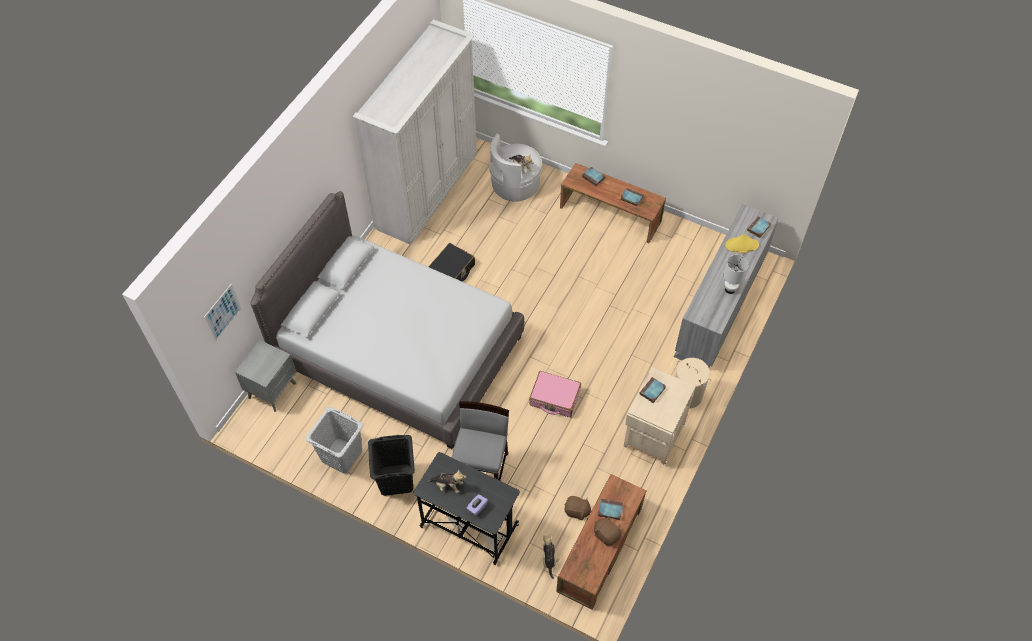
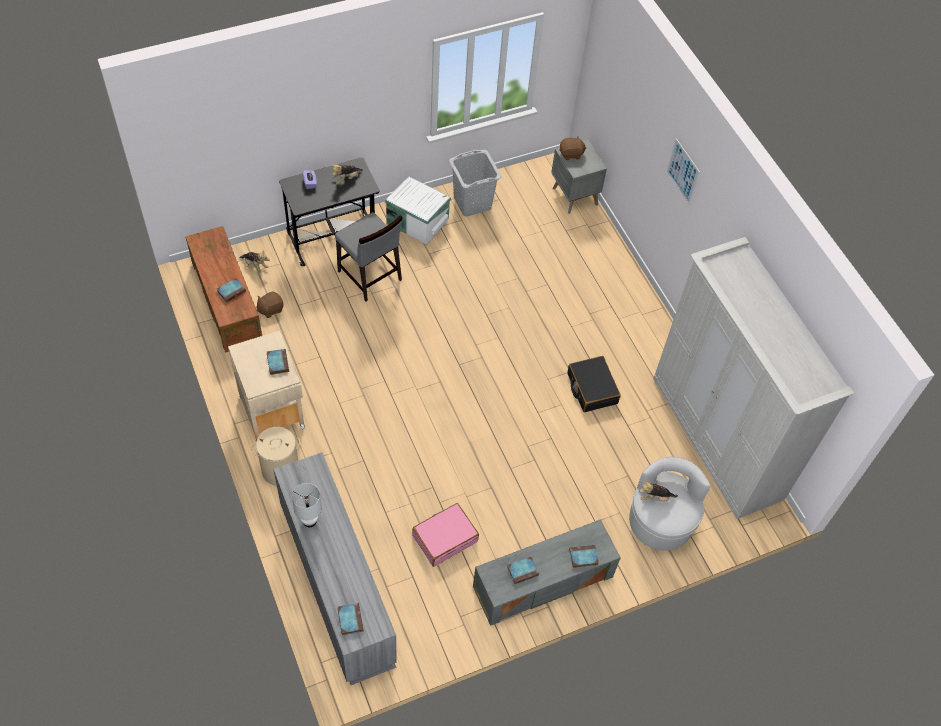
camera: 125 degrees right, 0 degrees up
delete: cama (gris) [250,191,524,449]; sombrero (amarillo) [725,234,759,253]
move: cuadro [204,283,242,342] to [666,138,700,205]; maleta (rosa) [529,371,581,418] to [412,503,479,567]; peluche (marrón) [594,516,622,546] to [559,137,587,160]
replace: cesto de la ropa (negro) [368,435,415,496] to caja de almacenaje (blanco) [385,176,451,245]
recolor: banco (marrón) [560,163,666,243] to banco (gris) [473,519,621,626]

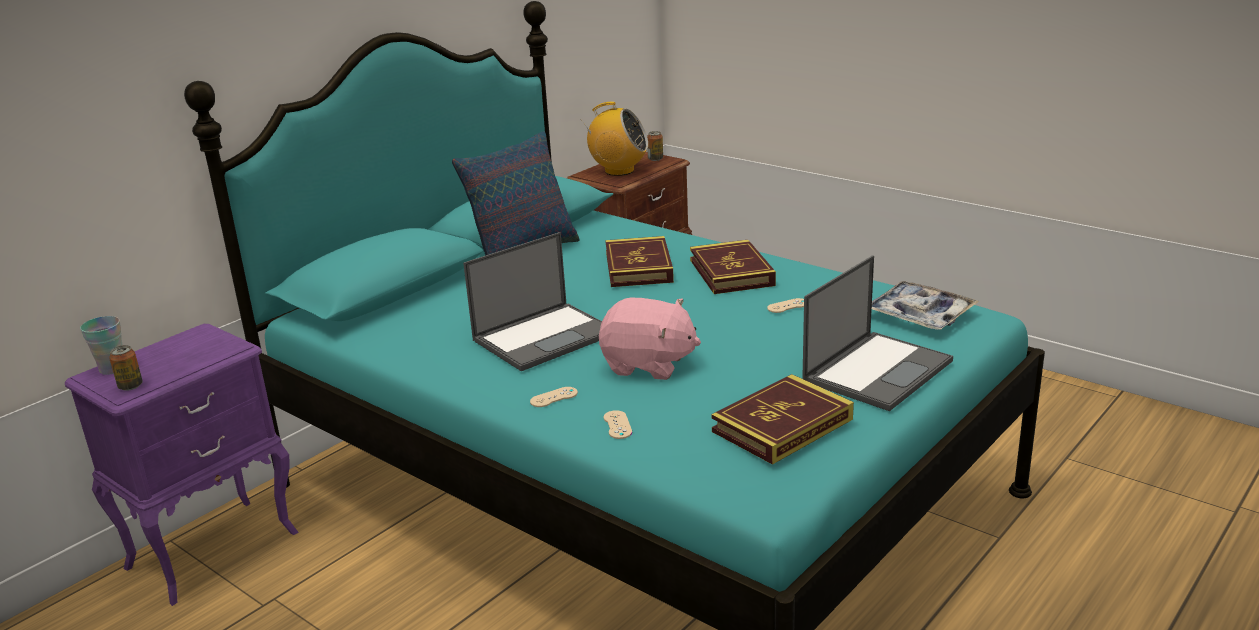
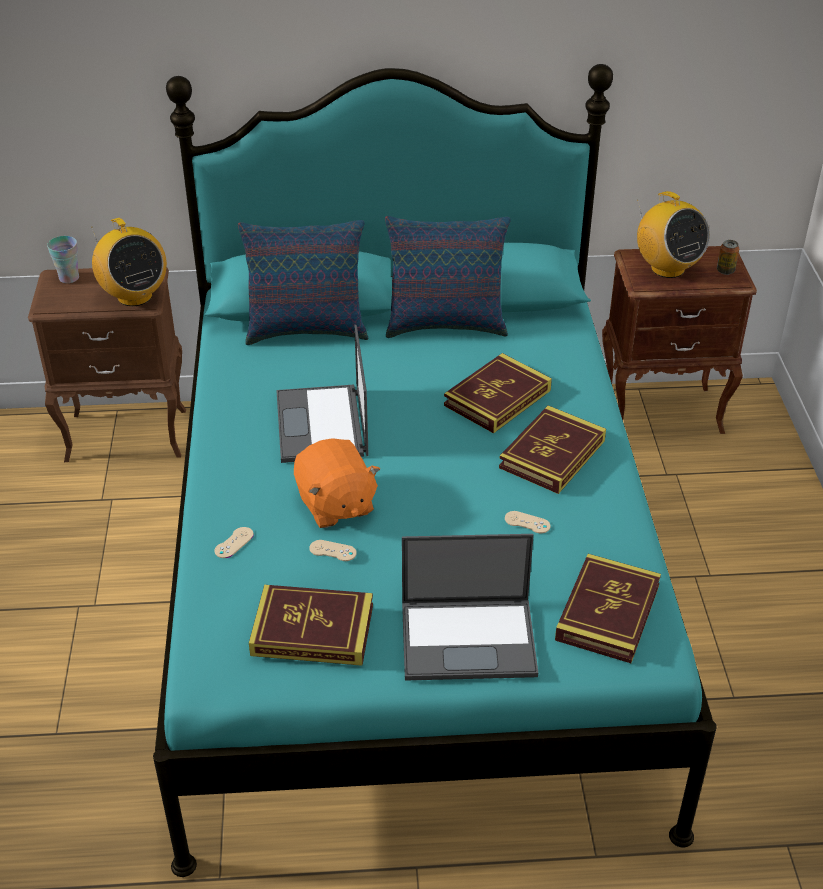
camera: 45 degrees right, 15 degrees up
delete: lata [109,345,143,391]
insert: radio [92,218,167,306]; cojín (azul) [238,220,368,345]
move: mando de consola (beis) [530,387,578,407] to [309,540,357,561]
replace: bandeja [872,281,979,330] to libro [555,554,661,663]
recolor: mesita de noche (morado) [65,324,299,606] to mesita de noche (marrón) [28,268,186,462]; peluche (rosa) [599,298,701,380] to peluche (naranja) [294,438,380,528]
rotate: portátil [463,232,602,371] = [276,325,369,463] 75 degrees clockwise

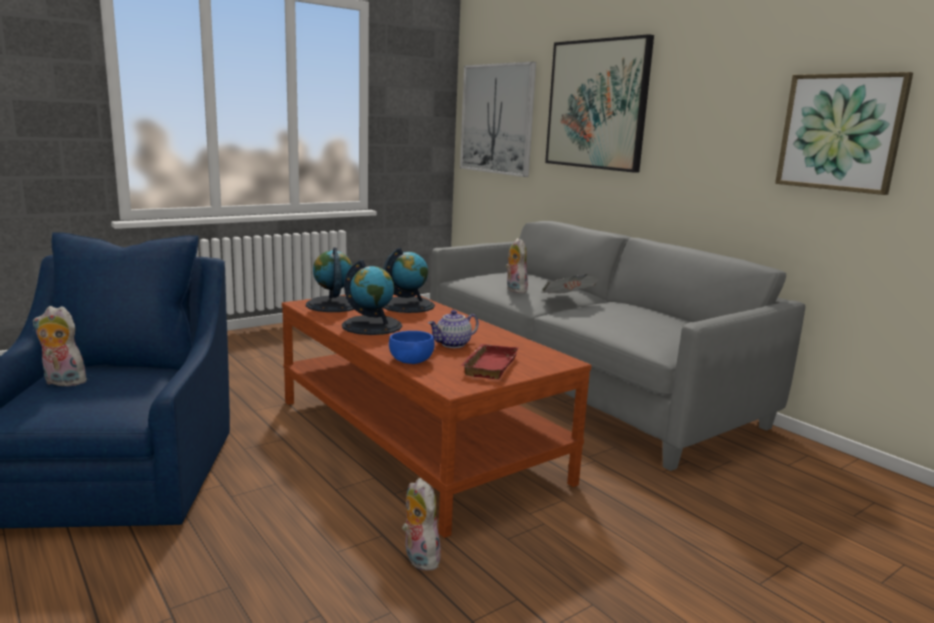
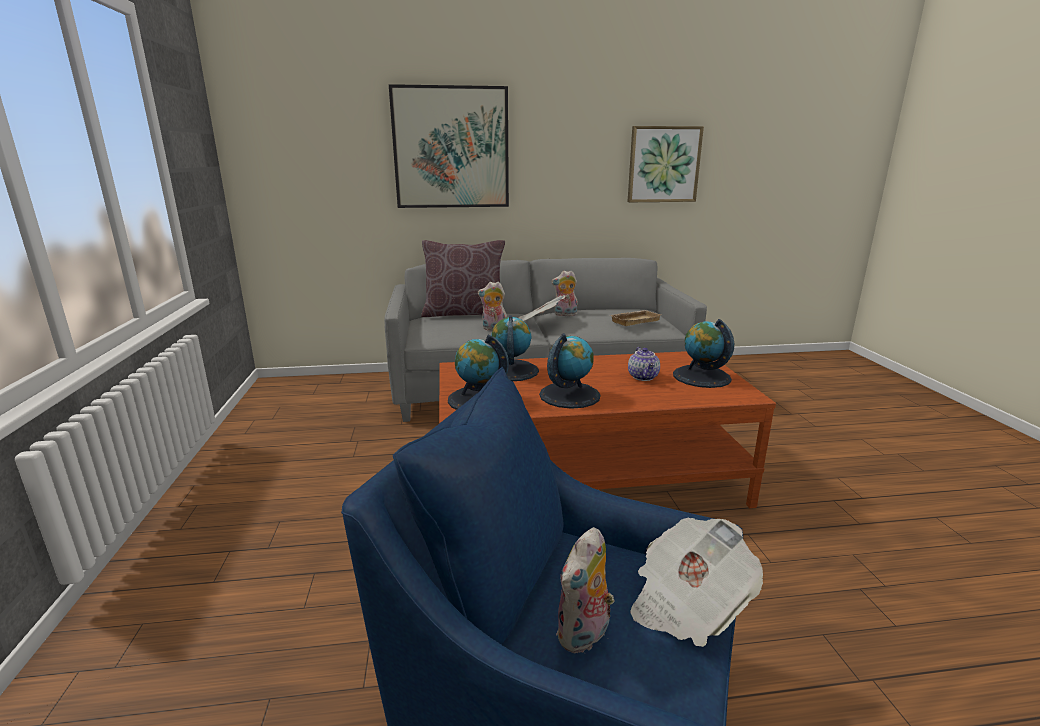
camera: 60 degrees left, 5 degrees up
delete: cuenco (azul) [389,331,435,364]; cuadro [460,62,536,177]
insert: cojín (marrón) [421,240,505,317]; bandeja (beis) [610,310,661,326]; periódico [630,517,763,647]
move: peluche [402,478,441,571] to [551,271,578,316]
replace: bandeja (rojo) [460,344,519,379] to globo terráqueo [673,319,734,388]

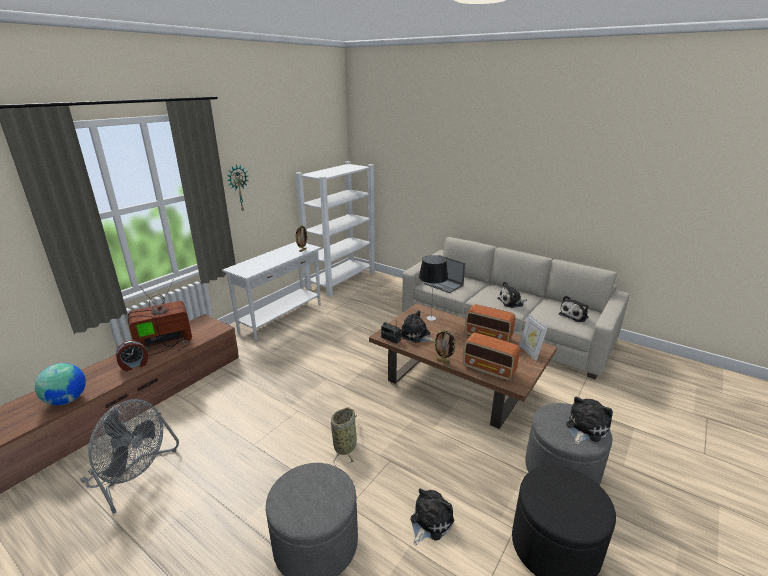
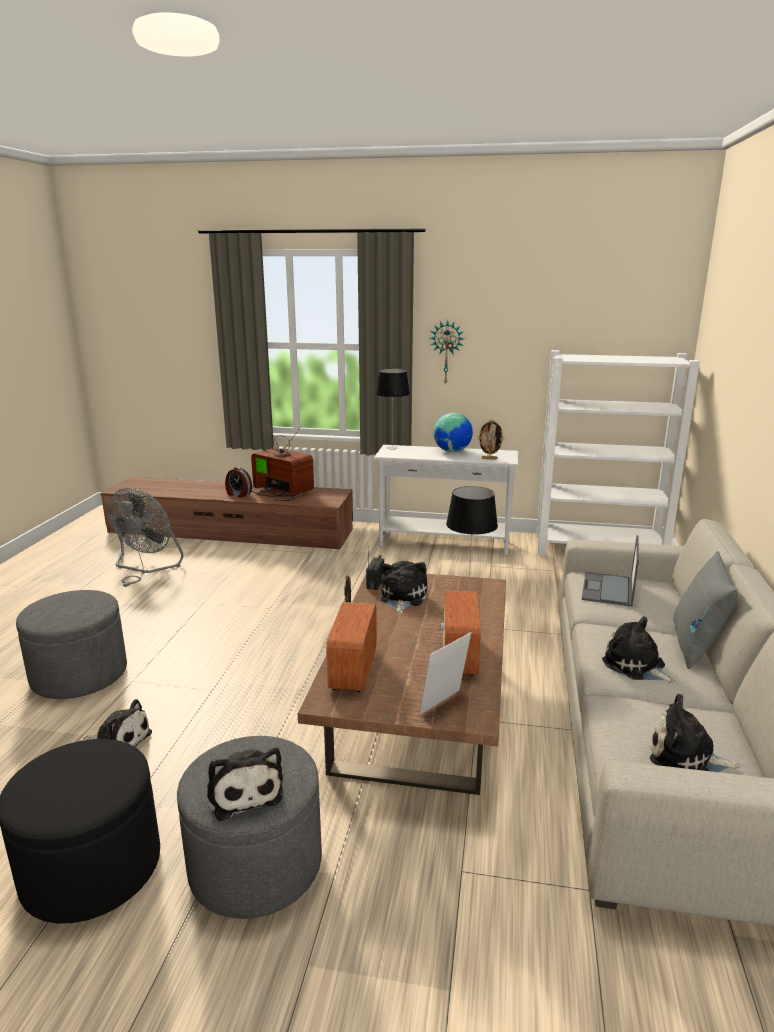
camera: 65 degrees right, 5 degrees down
delete: cesta [331,407,357,466]
insert: lámpara de mesa [375,369,410,450]; cojín (gris) [674,551,738,669]
move: globo terráqueo [35,363,86,405] to [433,413,473,452]
rotate: ventilador (gris) [80,399,179,514] = [108,488,183,587] 150 degrees counterclockwise; peluche [566,397,613,445] = [207,747,284,821] 45 degrees clockwise

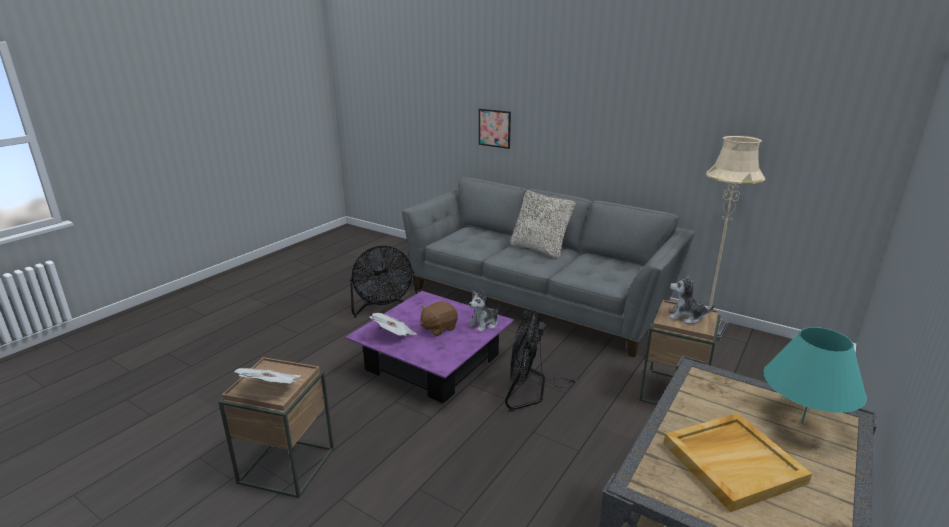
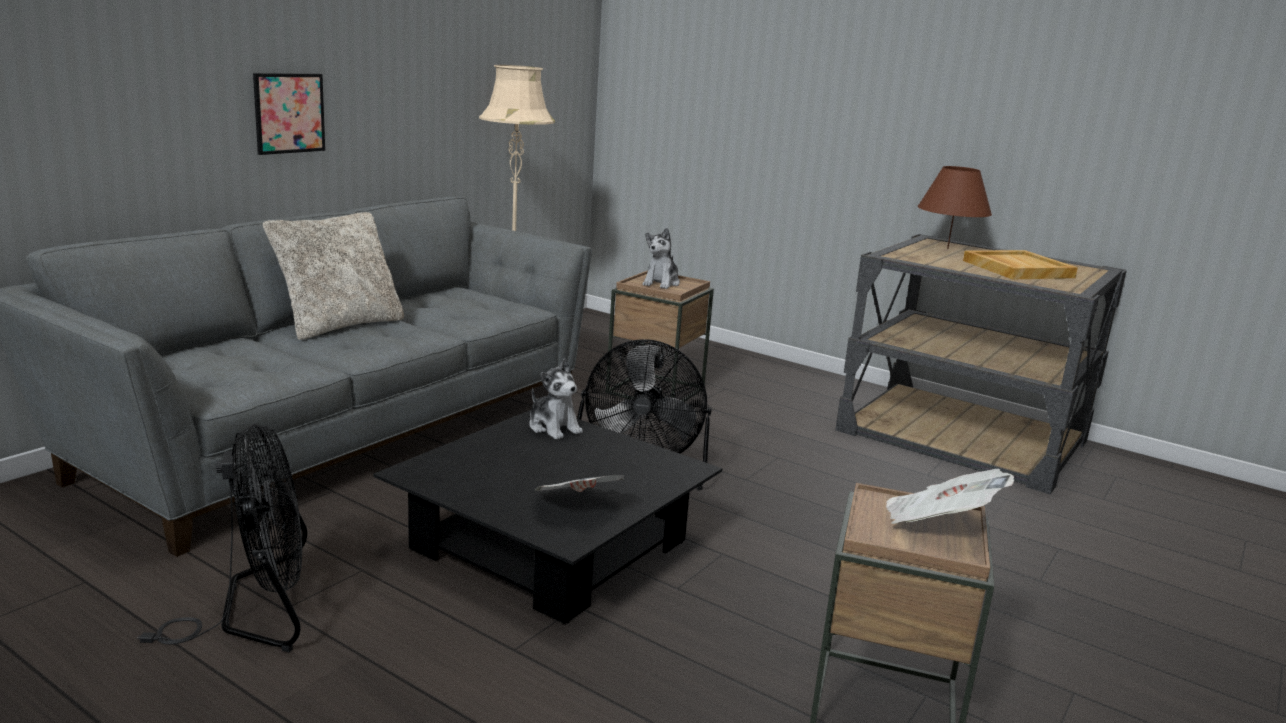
camera: 90 degrees left, 5 degrees down
delete: peluche (marrón) [420,301,458,336]
move: cuadro [479,109,511,149] to [253,73,325,155]
recolor: mesa de centro (morado) [345,291,514,404] to mesa de centro (negro) [373,410,722,624]; lámpara de mesa (turquesa) [763,327,867,424] to lámpara de mesa (marrón) [918,166,992,249]

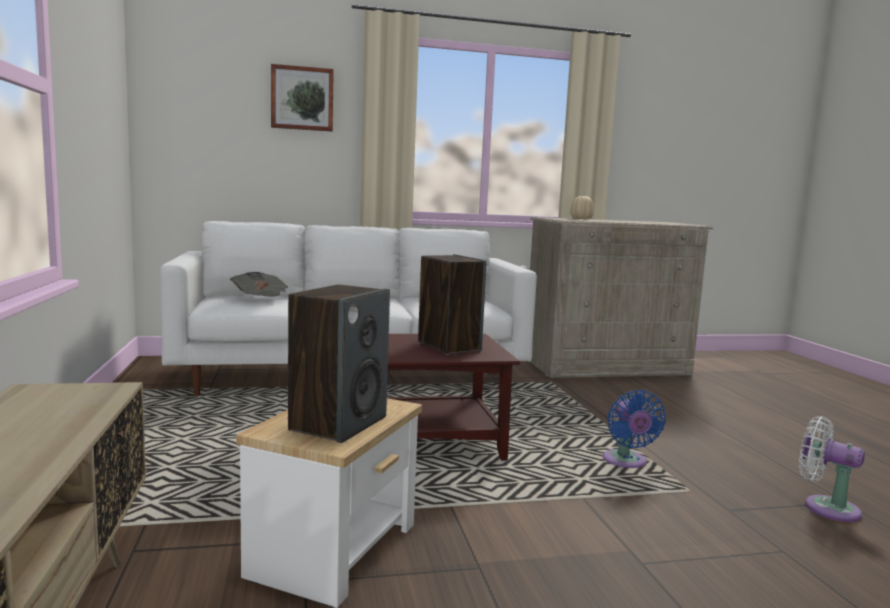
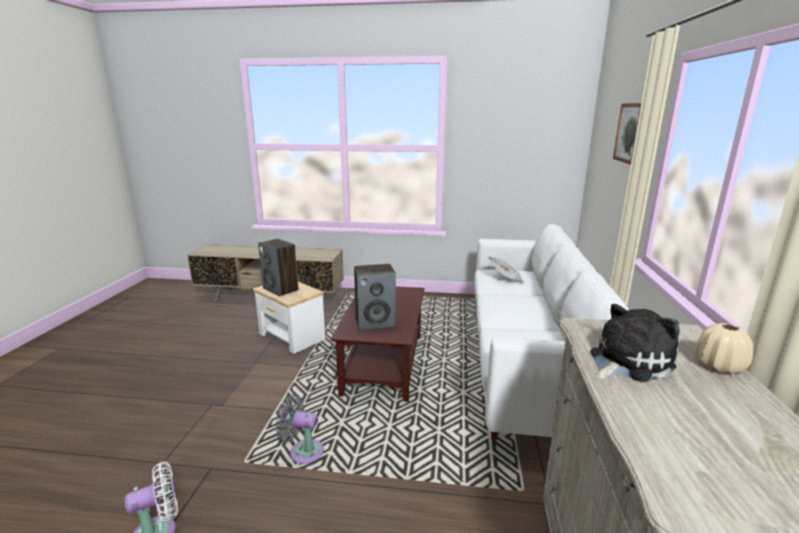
camera: 110 degrees right, 10 degrees up
insert: peluche [590,304,680,382]
recolor: ventilador (azul) [603,390,666,468] to ventilador (gris) [276,395,324,464]

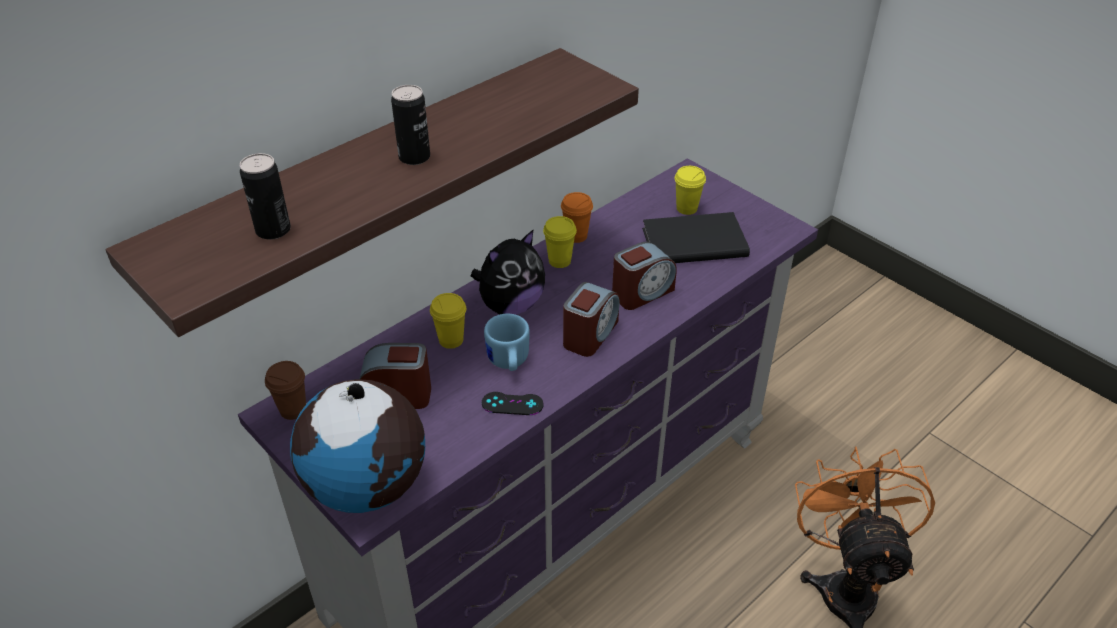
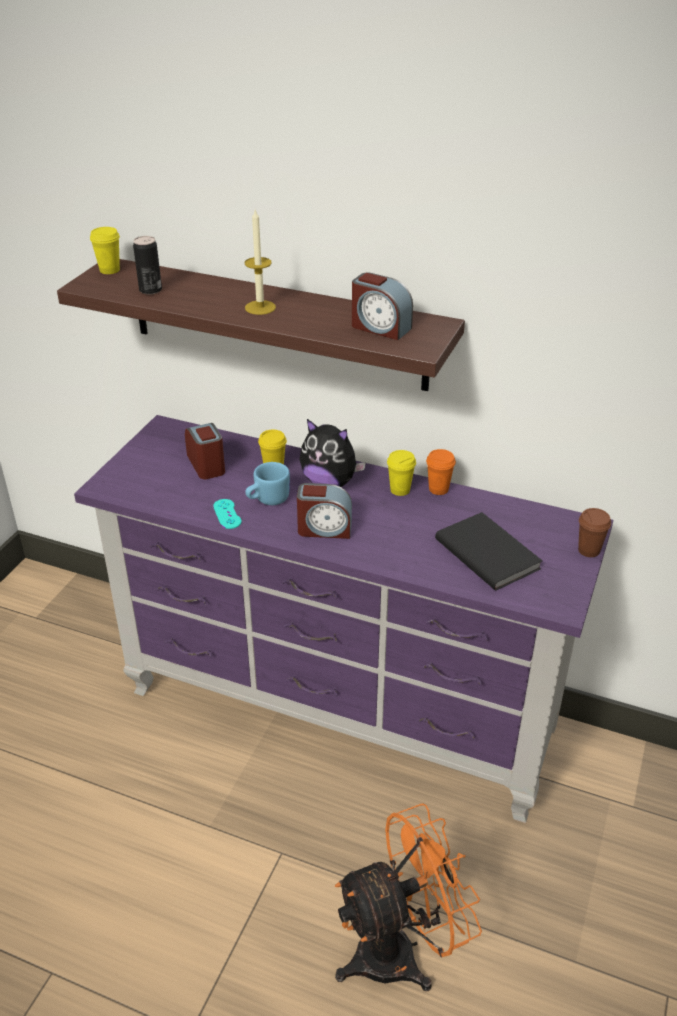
camera: 65 degrees right, 5 degrees down
delete: globo terráqueo [290,379,425,513]
move: taza (marrón) [265,361,306,420] to [578,508,611,557]; despertador [612,242,677,310] to [352,273,413,340]; taza (amarillo) [675,166,706,215] to [90,227,120,274]
replace: lata [391,85,430,165] to vela [245,210,276,315]
recolor: mando de consola (negro) [482,392,544,415] to mando de consola (turquesa) [213,499,242,529]

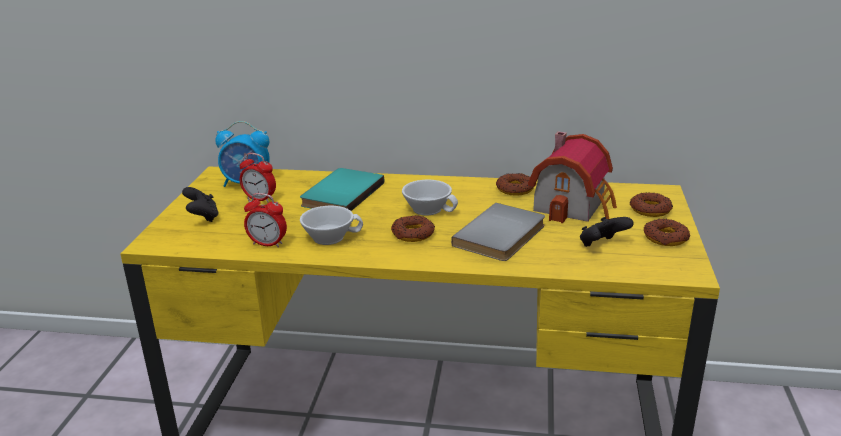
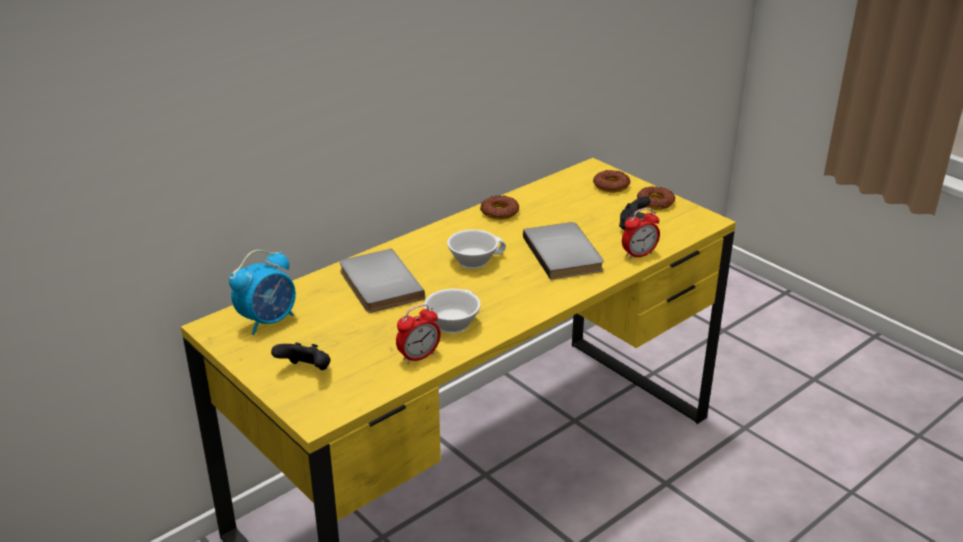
camera: 50 degrees left, 5 degrees up
delete: rosquilla [391,215,435,242]; casita [528,131,617,223]
move: despertador [240,153,276,203] to [622,208,660,260]
recolor: libro (turquesa) [300,168,384,211] to libro (gris) [339,249,425,313]

